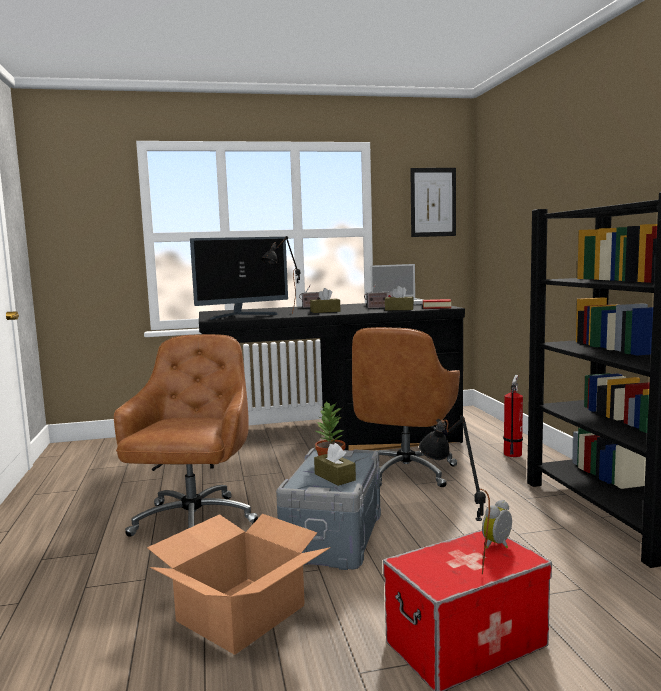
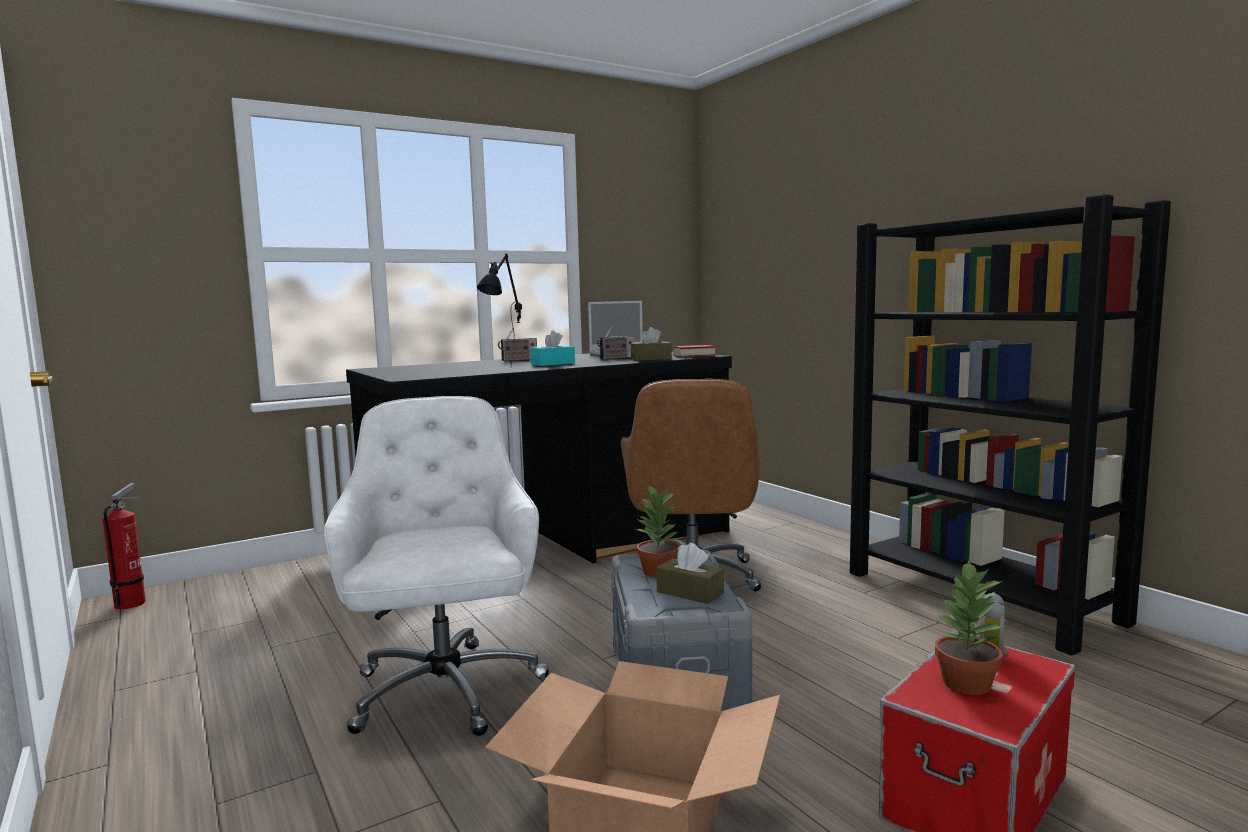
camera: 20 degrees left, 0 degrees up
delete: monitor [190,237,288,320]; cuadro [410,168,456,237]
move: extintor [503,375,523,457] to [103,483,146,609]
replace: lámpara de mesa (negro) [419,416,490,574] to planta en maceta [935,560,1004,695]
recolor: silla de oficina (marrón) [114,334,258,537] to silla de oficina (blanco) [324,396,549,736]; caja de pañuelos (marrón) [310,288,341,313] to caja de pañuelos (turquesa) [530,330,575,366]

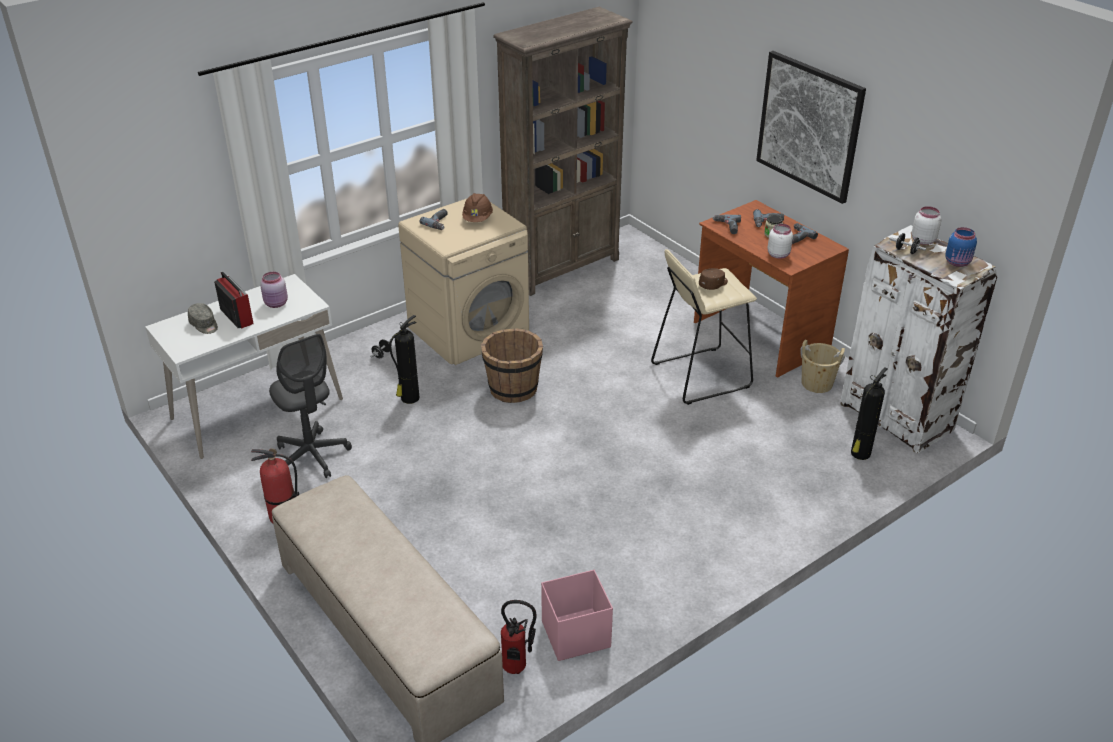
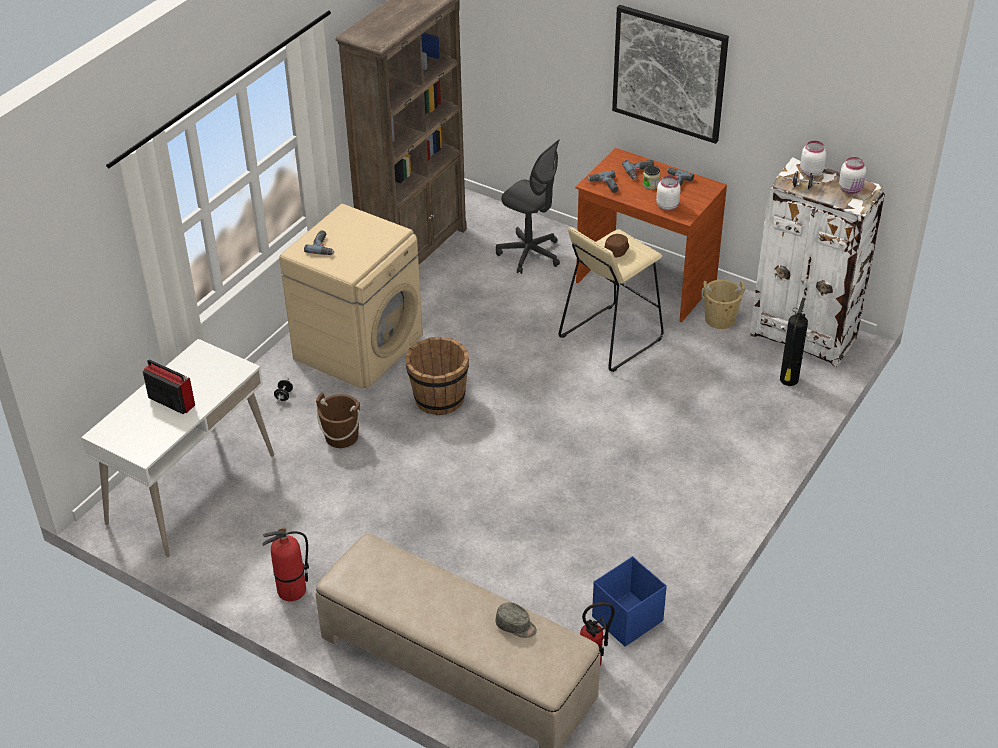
camera: 20 degrees left, 5 degrees up
delete: tarro (rosa) [260,272,288,308]; casco (marrón) [462,193,493,222]
move: gorra (gris) [188,303,218,334] to [495,602,537,638]; silla de oficina (gris) [269,334,352,478] to [496,140,560,274]
replace: extintor [389,315,420,404] to cubo (marrón) [316,393,360,448]
recolor: caja de almacenaje (rosa) [541,570,613,661] to caja de almacenaje (azul) [592,556,667,647]; tarro (azul) [946,227,977,267] to tarro (blanco) [839,157,866,194]

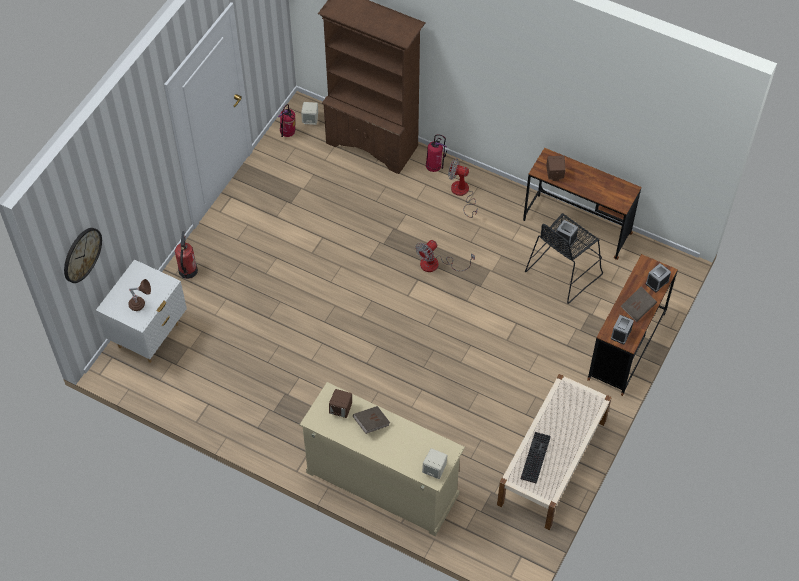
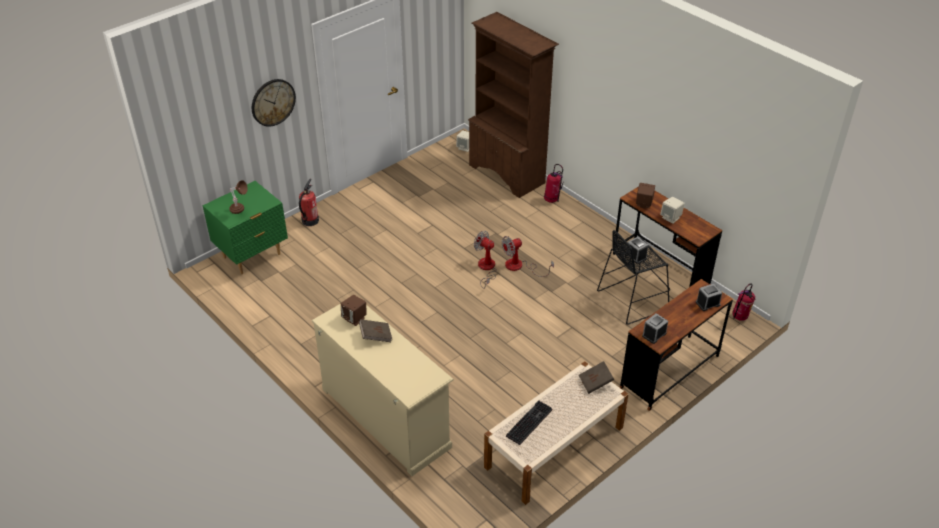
camera: 20 degrees right, 15 degrees down
move: reloj de pared [64,228,102,283] to [252,79,296,127]; extintor [278,104,295,137] to [732,283,756,321]; altavoz (beis) [422,448,448,479] to [660,197,685,224]; ventilador [448,158,478,218] to [474,231,497,289]; libro (marrón) [621,287,657,322] to [578,361,614,394]
recolor: mesita de noche (blanco) [96,259,187,363] to mesita de noche (verde) [203,181,288,274]

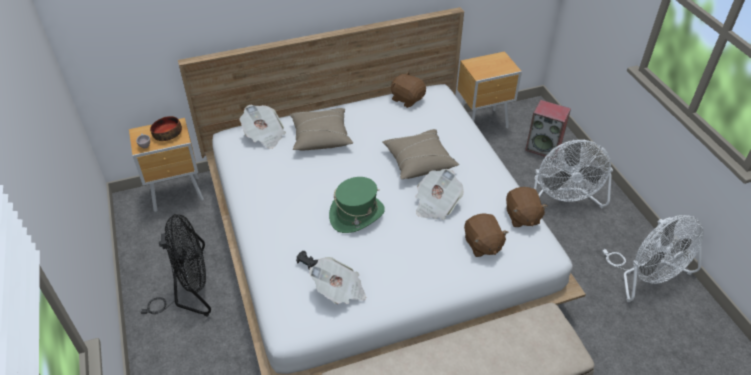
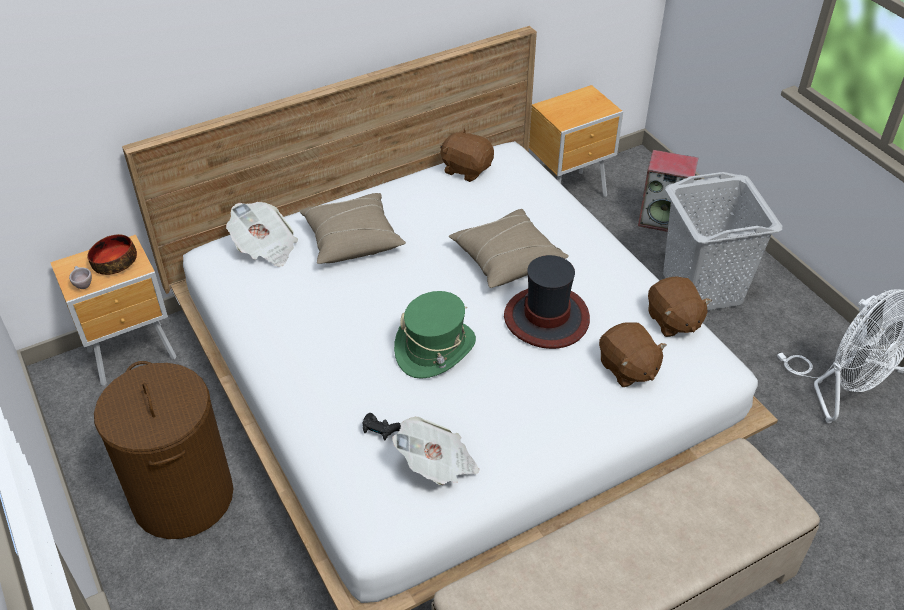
camera: 10 degrees left, 0 degrees up
replace: ventilador (negro) [141,214,211,317] to cesto de la ropa (marrón) [94,361,233,539]; periódico [415,169,463,220] to sombrero [504,255,590,349]; ventilador (blanco) [534,139,613,209] to cesto de la ropa (gris) [663,172,782,310]

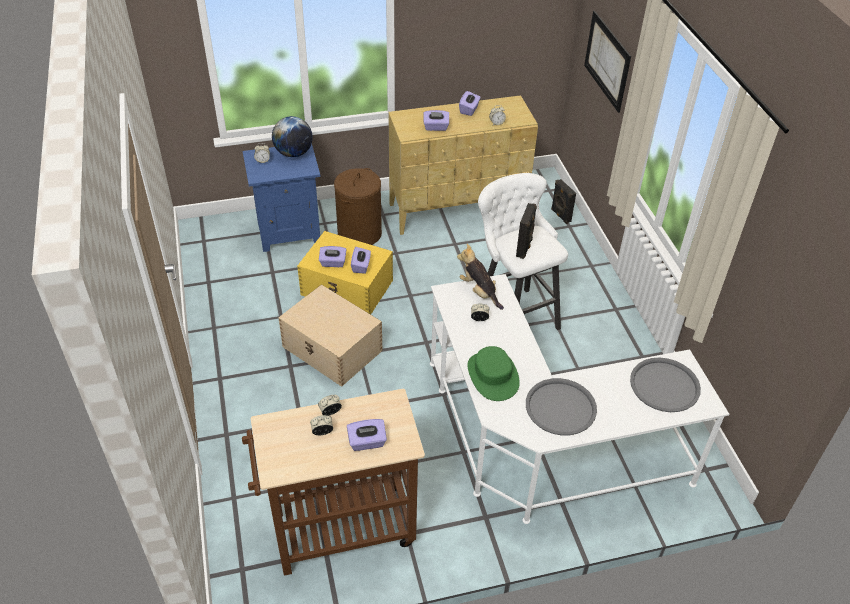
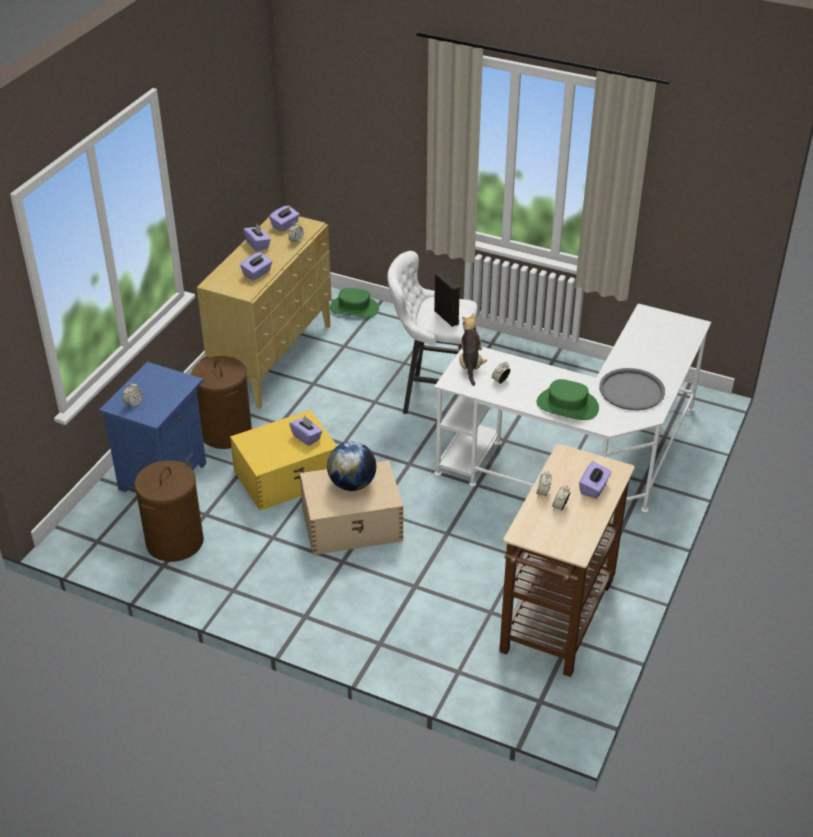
camera: 50 degrees left, 5 degrees down
delete: cuadro [584,11,631,113]; bandeja (gris) [630,357,701,412]
insert: cesto de la ropa (marrón) [134,460,204,562]
move: globo terráqueo [272,116,313,157] to [327,441,376,491]; caja de pañuelos (morado) [319,246,346,267] to [269,205,300,232]
replace: altavoz (negro) [551,179,576,224] to sombrero (verde) [330,288,379,317]
rotate: peluche [457,244,504,310] = [459,313,487,386] 90 degrees clockwise

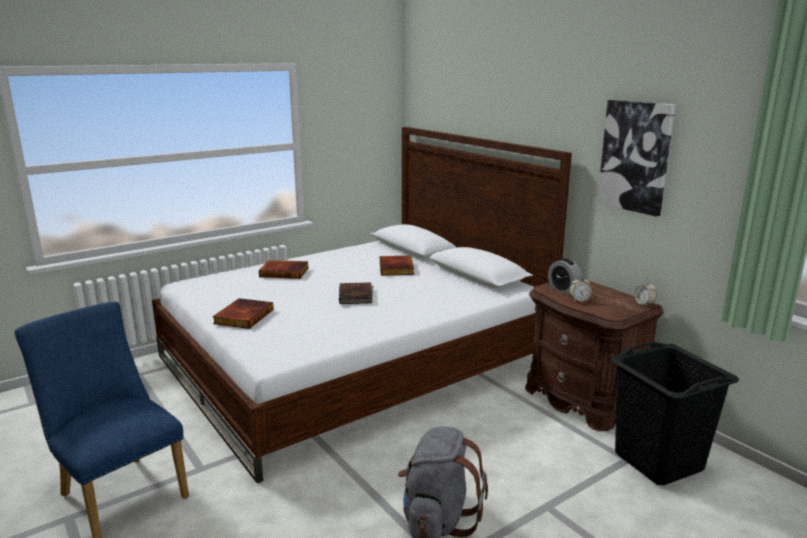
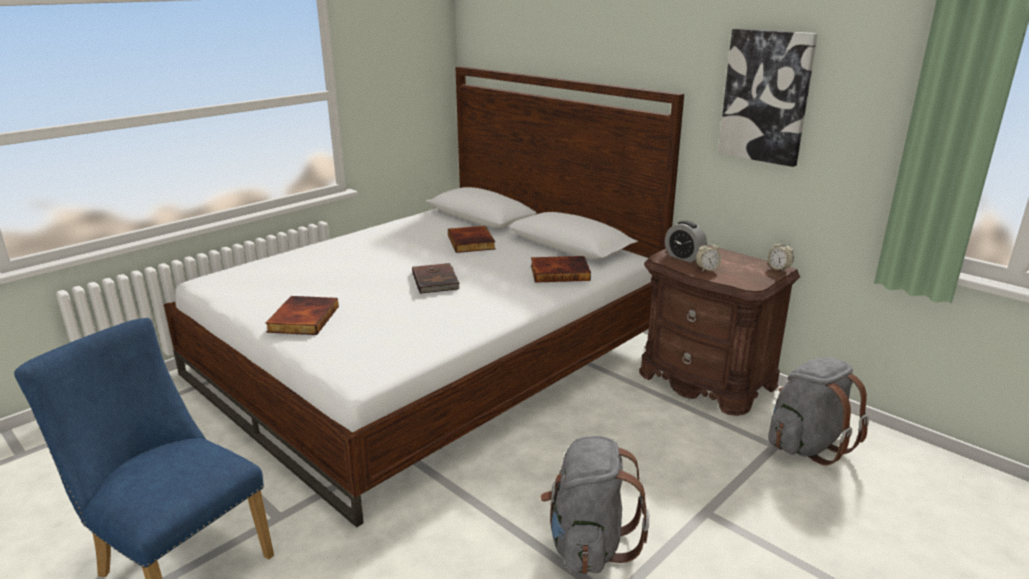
camera: 10 degrees left, 5 degrees up
move: libro [259,260,309,279] to [531,256,591,283]
replace: cesto de la ropa (negro) [610,342,739,485] to mochila (gris) [768,358,869,466]

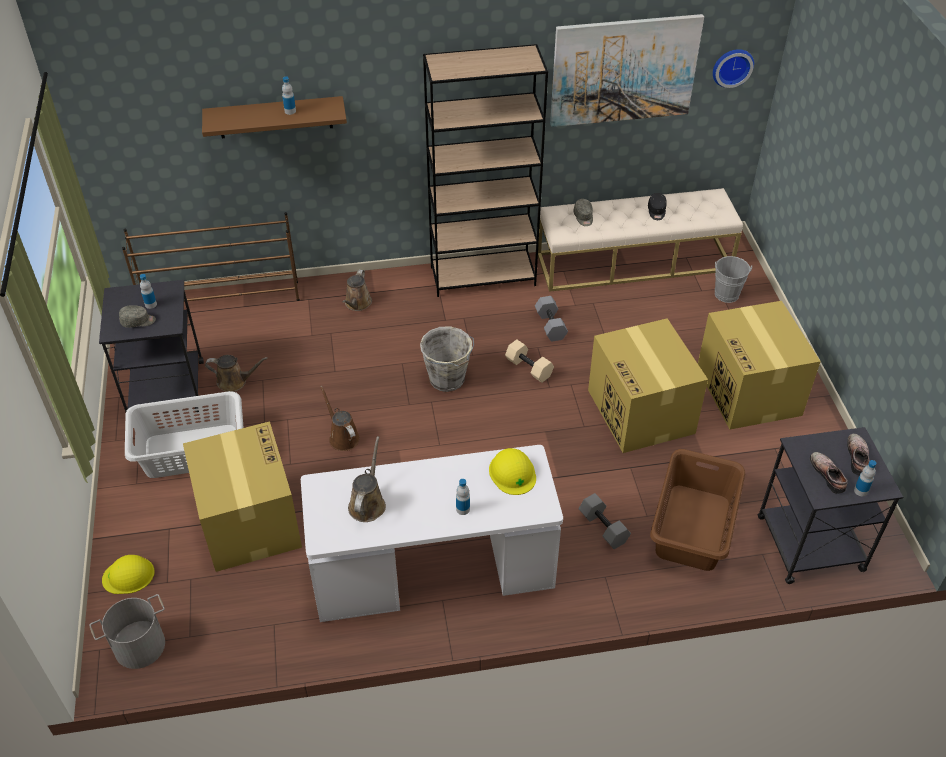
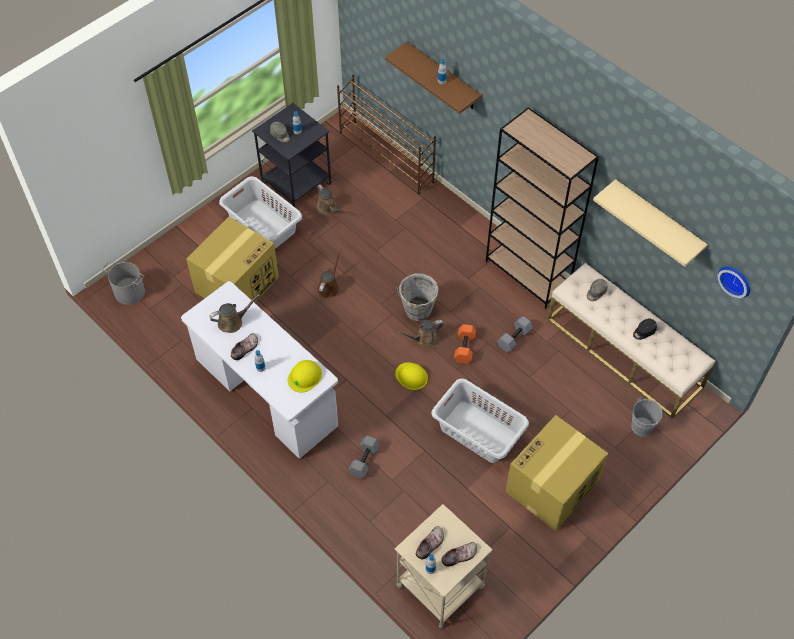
camera: 55 degrees right, 10 degrees up
delete: cesto de la ropa (marrón) [650,449,745,571]
insert: zapato [231,333,258,360]
move: casco (amarillo) [102,555,155,594] to [395,362,428,390]; regadera (marrón) [342,269,372,311] to [398,320,444,347]
replace: cuadro [550,14,704,127] to estante (beis) [593,179,708,267]; caja de cartón [588,318,708,453] to cesto de la ropa (gris) [432,379,529,463]
recolor: mancuerna (beis) [505,340,554,383] to mancuerna (naranja) [454,324,476,364]; carrito (negro) [758,427,903,584] to carrito (beis) [395,504,492,628]

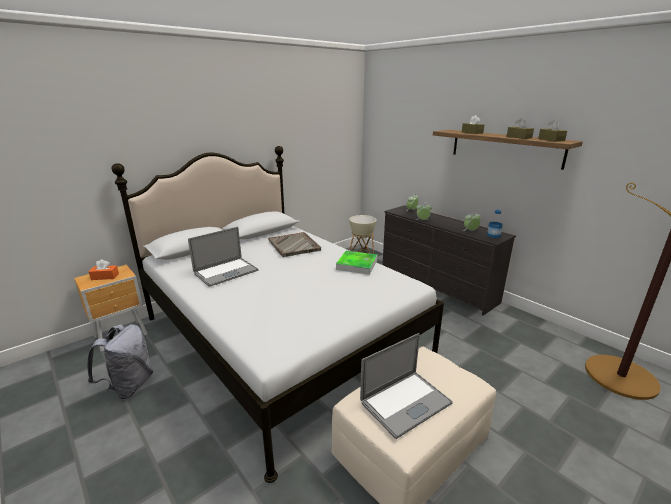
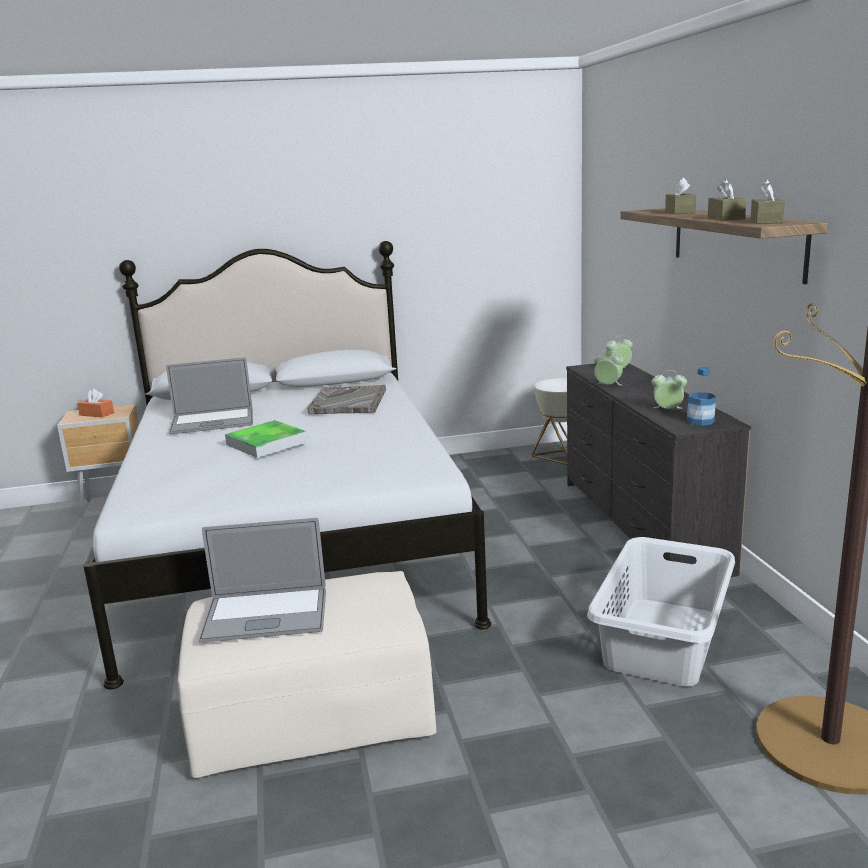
camera: 30 degrees right, 5 degrees down
delete: mochila (gris) [87,324,153,399]
insert: cesto de la ropa (gris) [587,537,735,687]
move: bandeja [336,251,377,275] to [225,420,308,458]

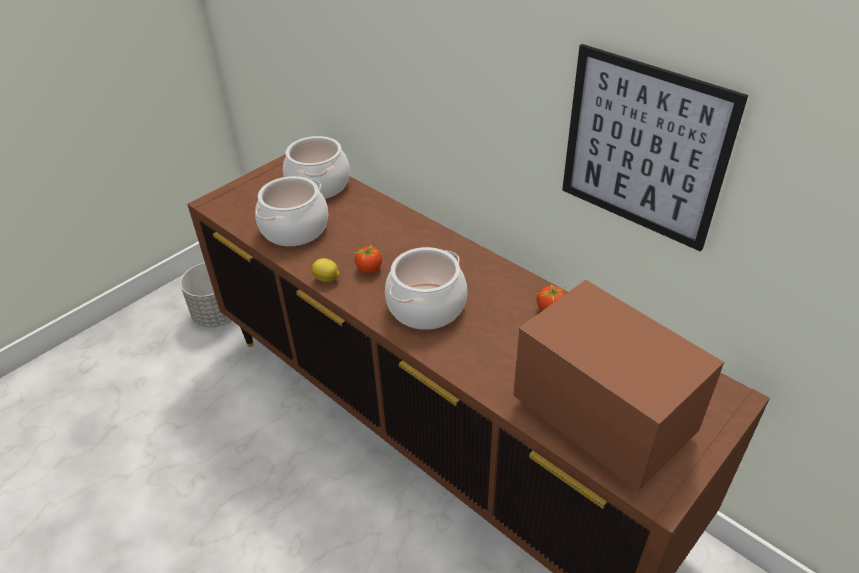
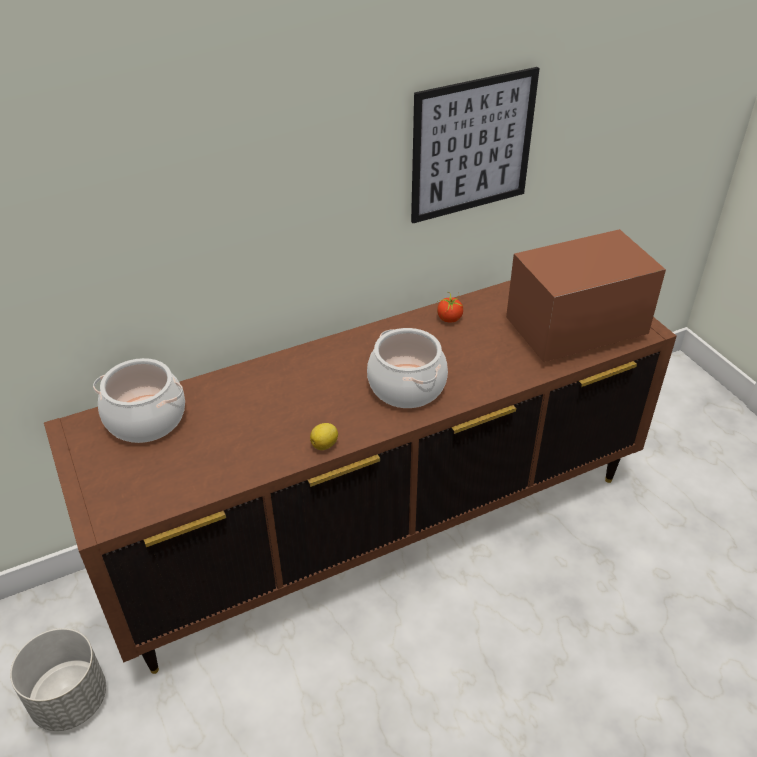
camera: 70 degrees left, 0 degrees up
delete: olla [255,176,329,246]; tomate [355,243,382,273]

